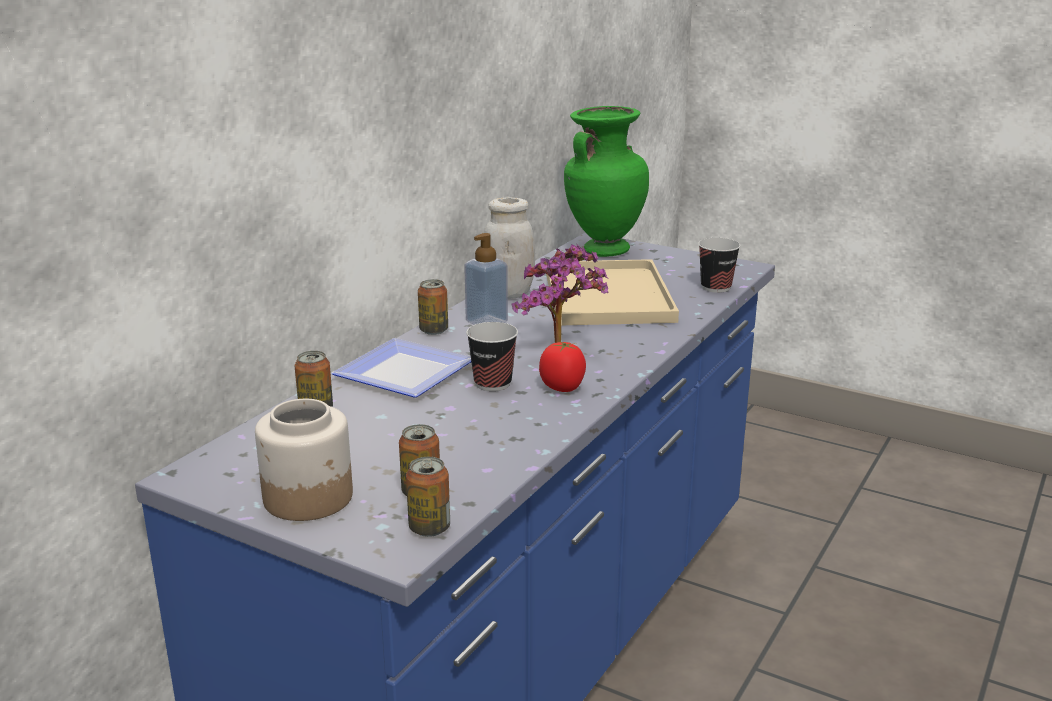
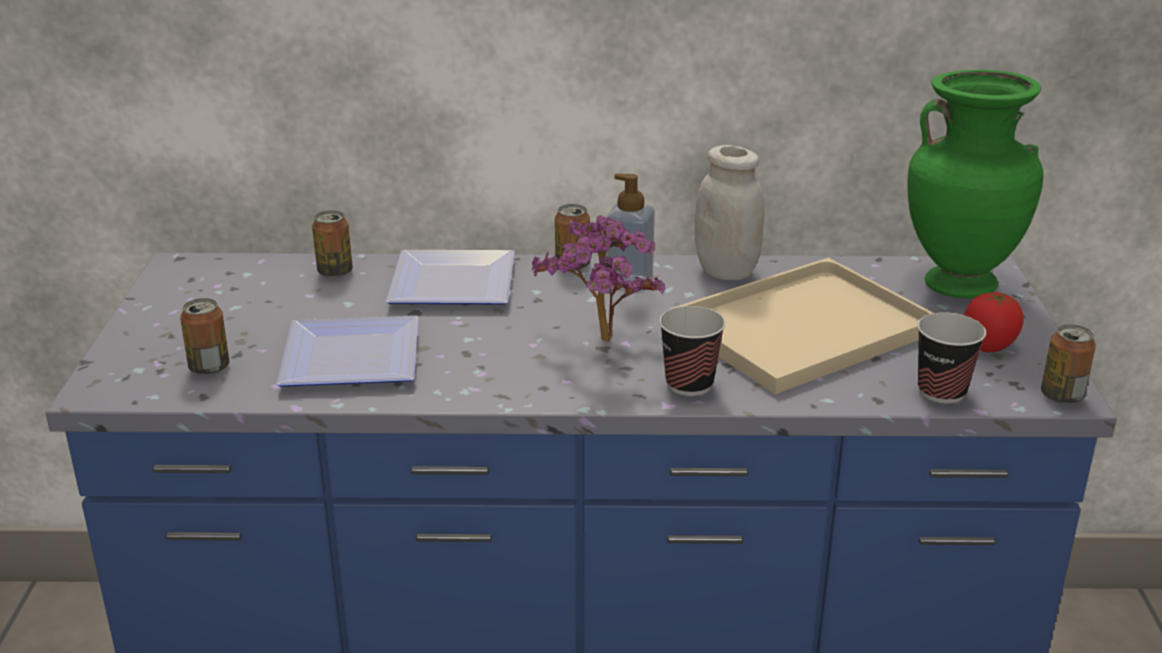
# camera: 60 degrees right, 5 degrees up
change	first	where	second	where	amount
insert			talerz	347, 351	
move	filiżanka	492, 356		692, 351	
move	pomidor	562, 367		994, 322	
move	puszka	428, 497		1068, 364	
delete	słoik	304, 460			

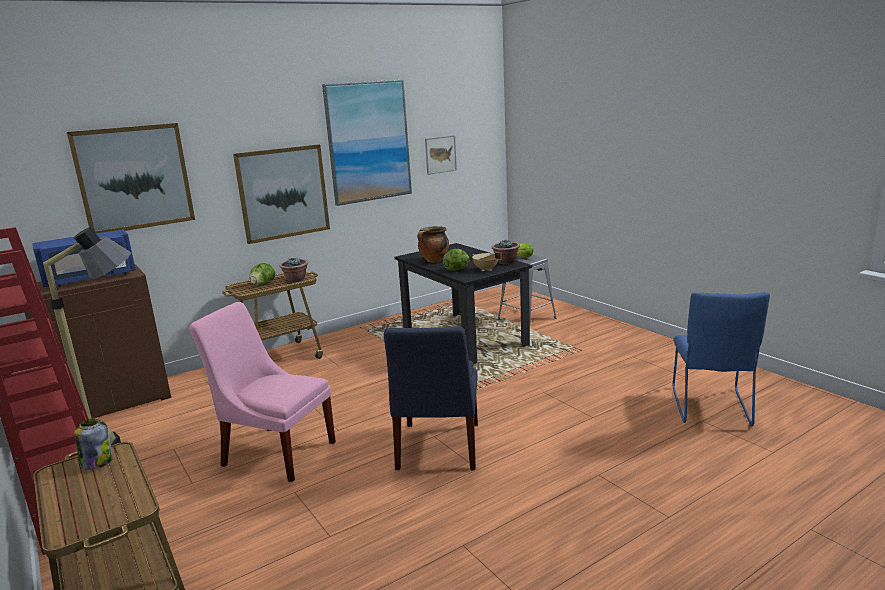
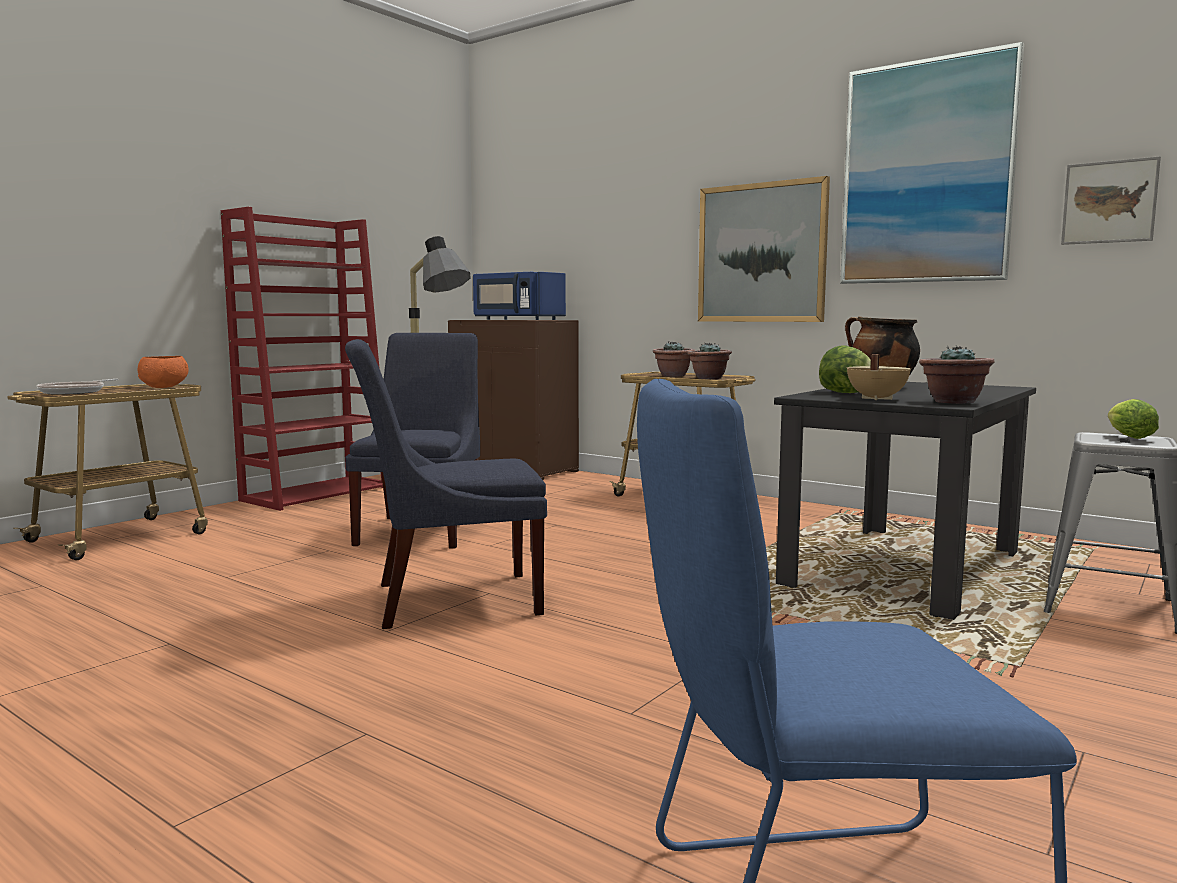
# camera: 70 degrees right, 10 degrees down
change	first	where	second	where	amount
insert			patelnia	78, 387	
replace	słoik	93, 444	miska/pomarańczowy	163, 372	
recolor	krzesło/różowy	262, 392	krzesło/niebieski	412, 441	
replace	sałata	262, 274	roślina doniczkowa	674, 359	
delete	obraz	131, 178			

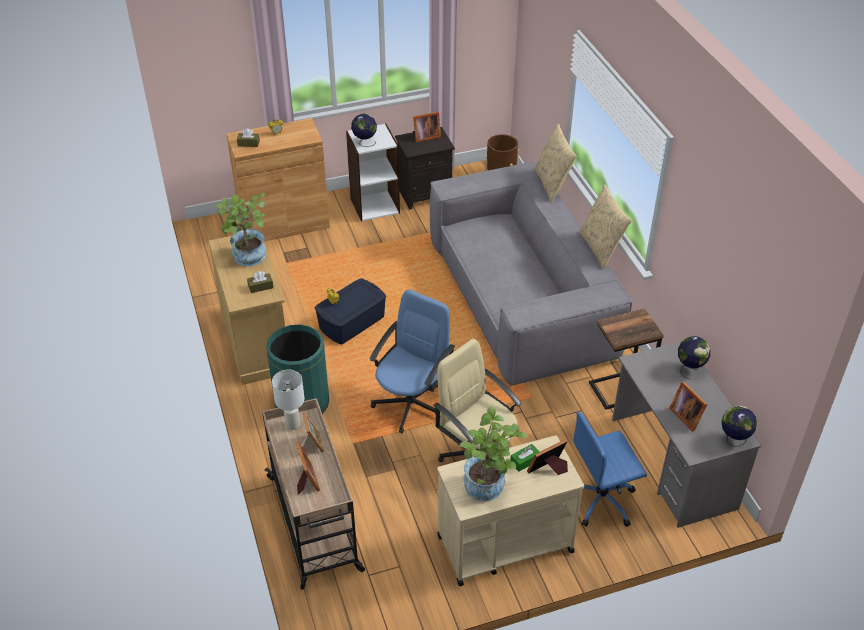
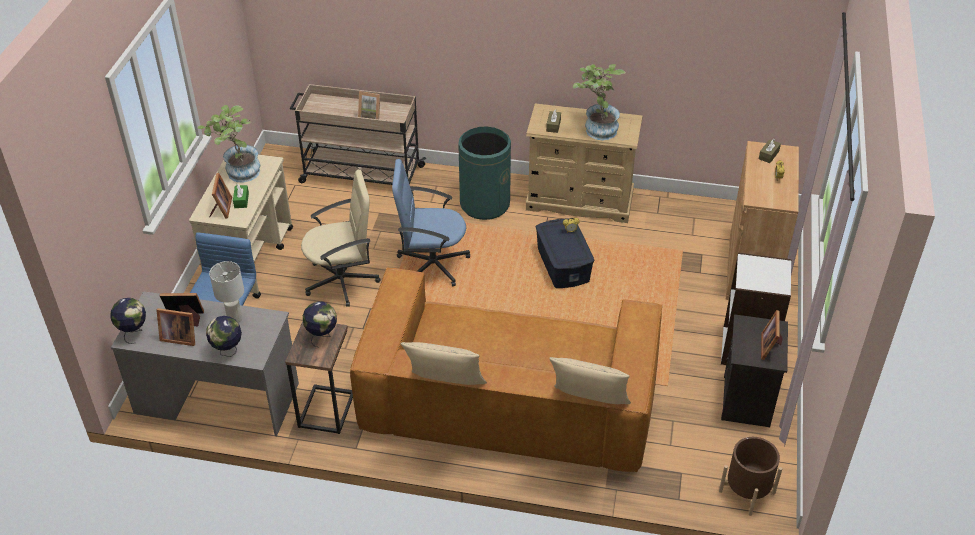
# camera: 120 degrees right, 0 degrees up
change	first	where	second	where	amount
move	ramka na zdjęcie	308, 468		175, 327	
move	lampa stołowa/biały	288, 400		226, 292	
move	globus	364, 130		320, 324	
recolor	kanapa/szary	531, 274	kanapa/brązowy	506, 370	
rotate	krzesło biurowe/niebieski	412, 361		431, 223	120 degrees clockwise

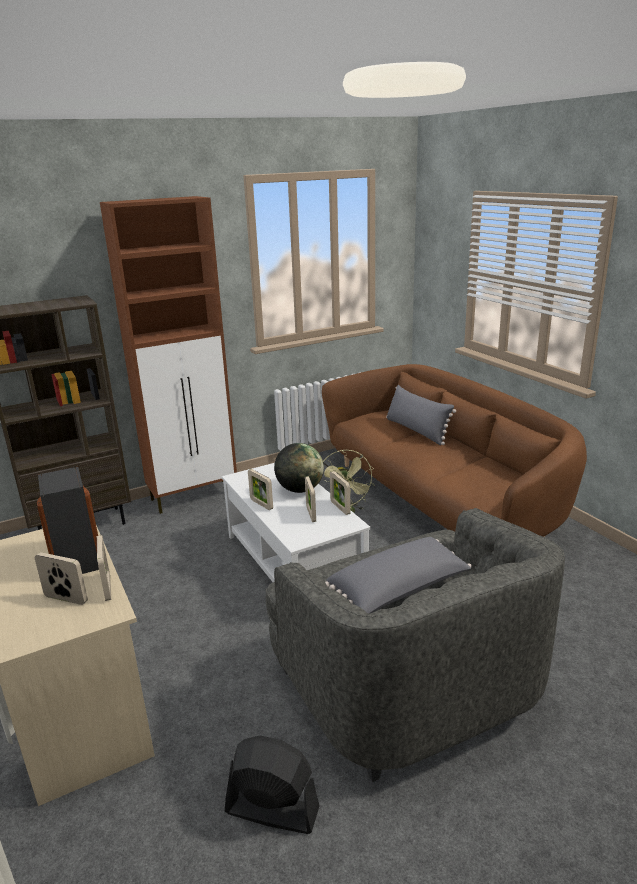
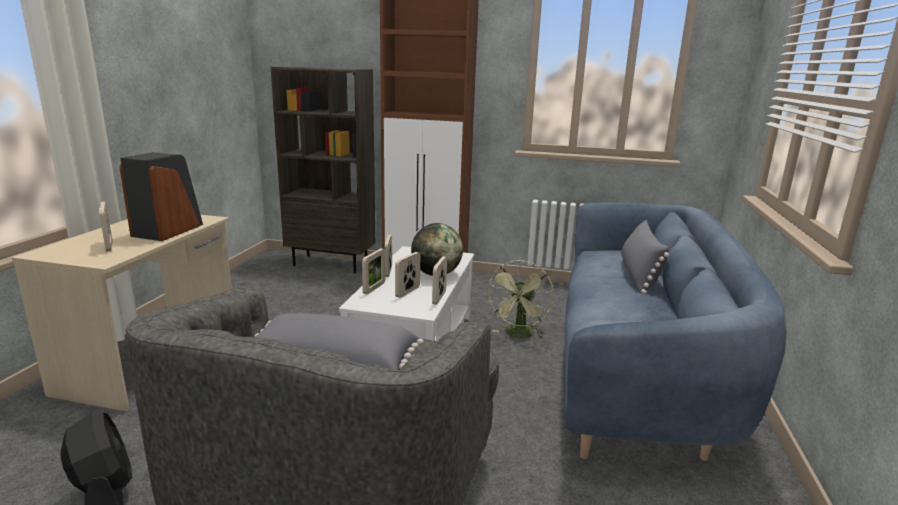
# camera: 40 degrees right, 5 degrees down
change	first	where	second	where	amount
move	ramka na zdjęcie	104, 568		373, 271	
recolor	kanapa/brązowy	454, 450	kanapa/niebieski	675, 331	

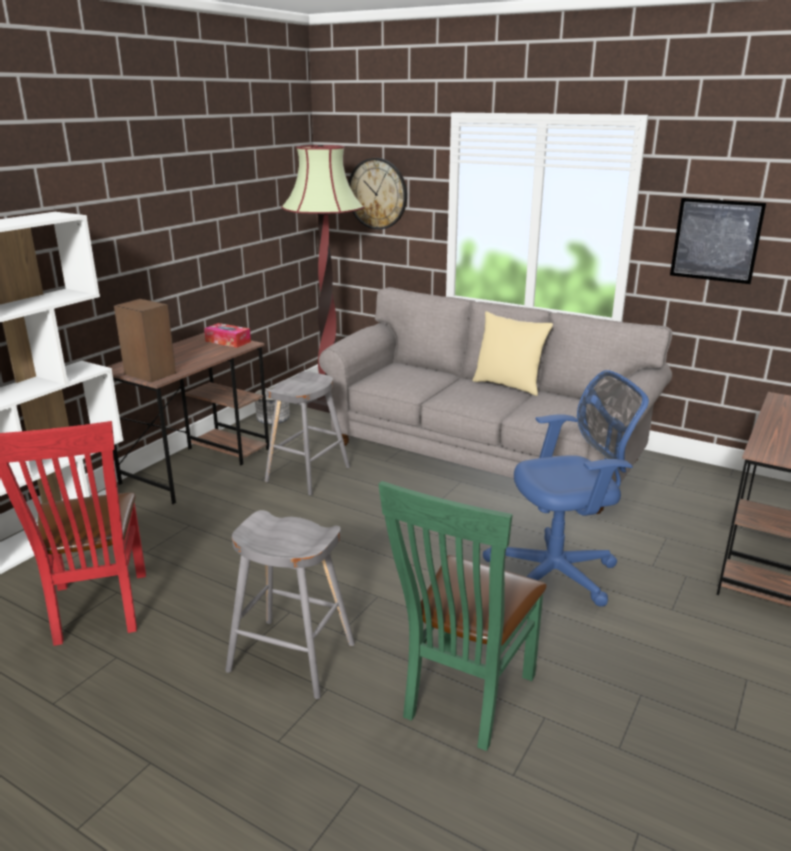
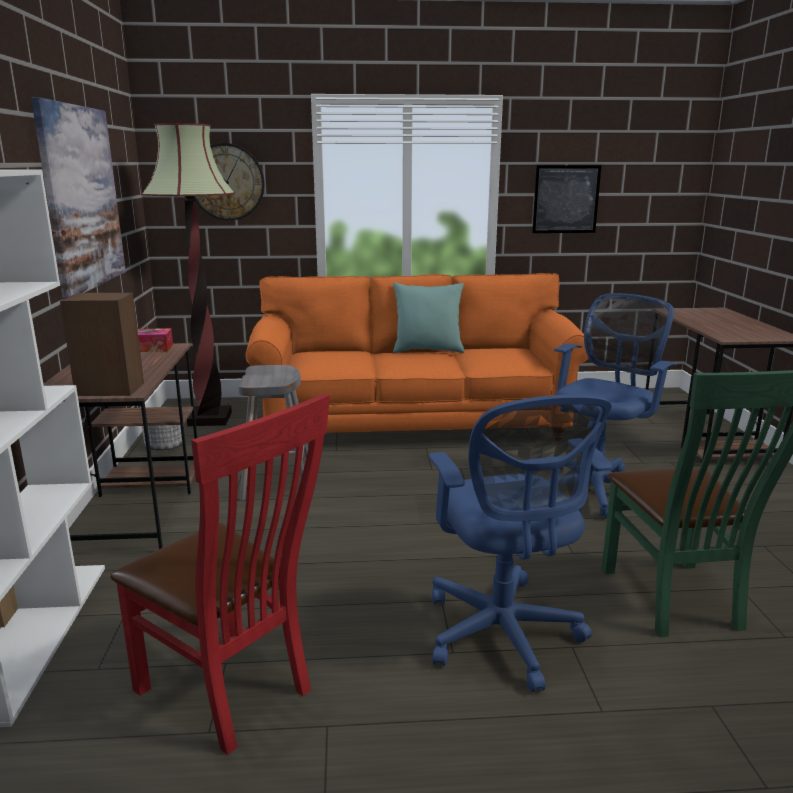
# camera: 35 degrees left, 5 degrees down
change	first	where	second	where	amount
insert			obraz	78, 198	
recolor	kanapa/szary	495, 400	kanapa/pomarańczowy	417, 353	
recolor	poduszka/beżowy	512, 353	poduszka/turkusowy	428, 318	
replace	stołek/szary	290, 604	krzesło biurowe/niebieski	520, 543	

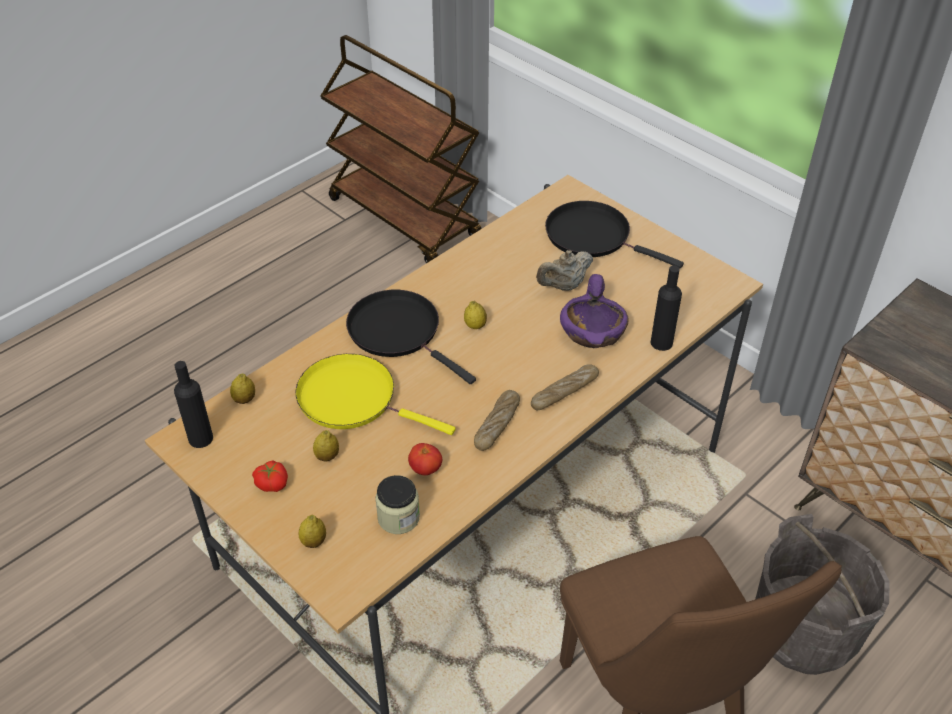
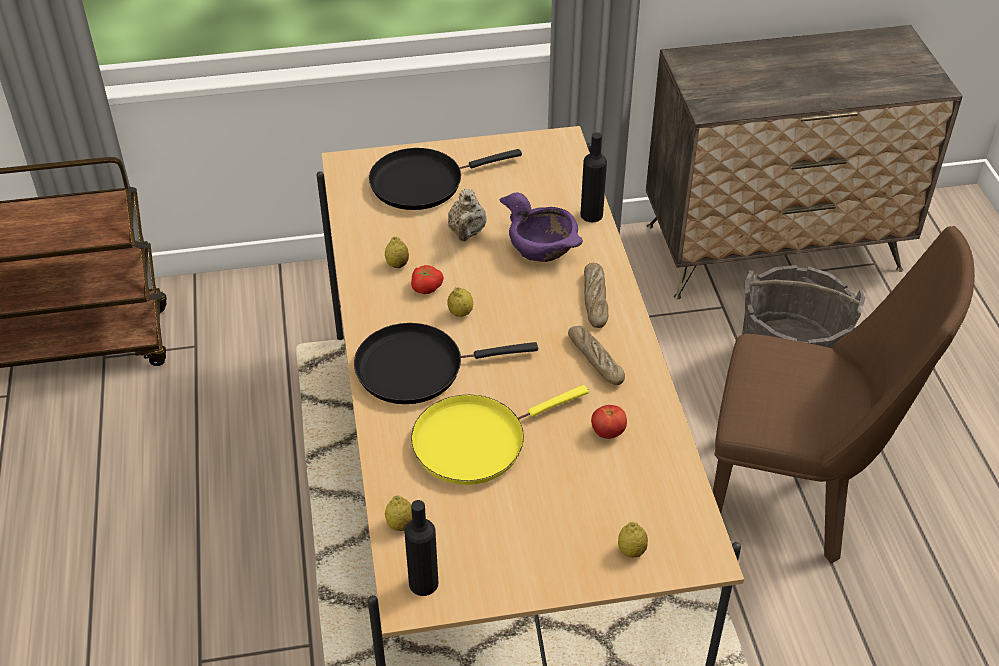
# camera: 55 degrees left, 0 degrees up
change	first	where	second	where	amount
move	cytryna	326, 446		397, 252	
move	pomidor	270, 476		427, 279	
delete	słoik	397, 504			

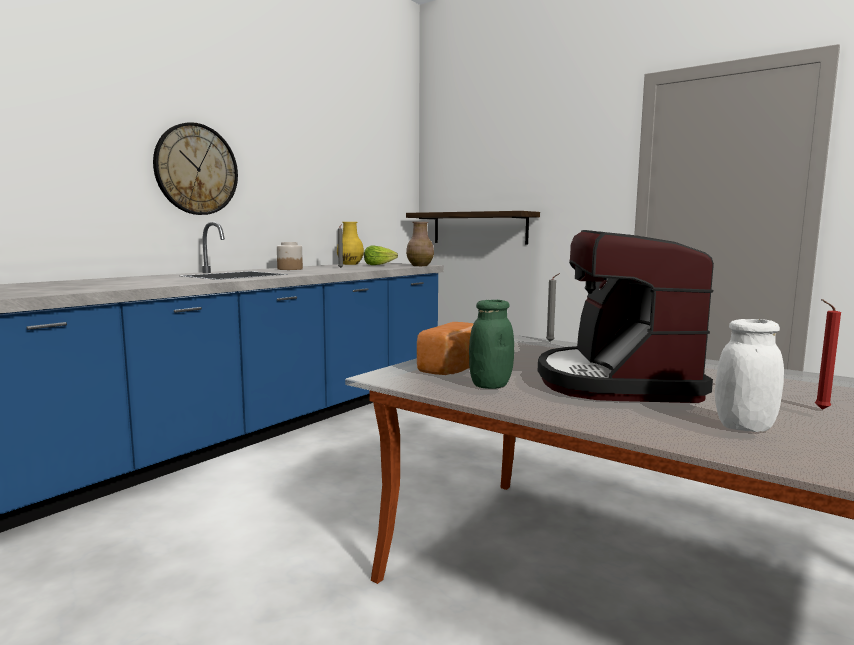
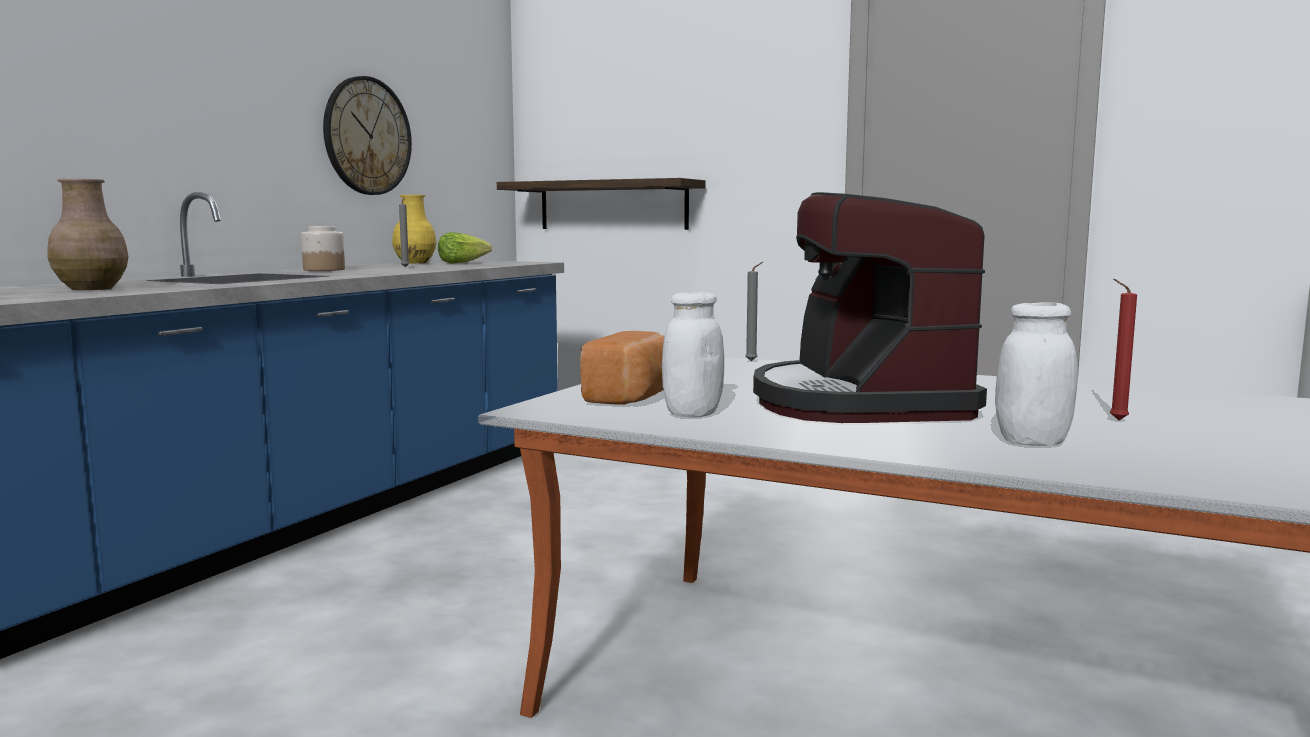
# camera: 10 degrees left, 0 degrees up
change	first	where	second	where	amount
move	wazon/brązowy	420, 244		87, 234	
move	zegar ścienny	195, 168		367, 135	
recolor	słoik/zielony	491, 344	słoik/biały	693, 354	

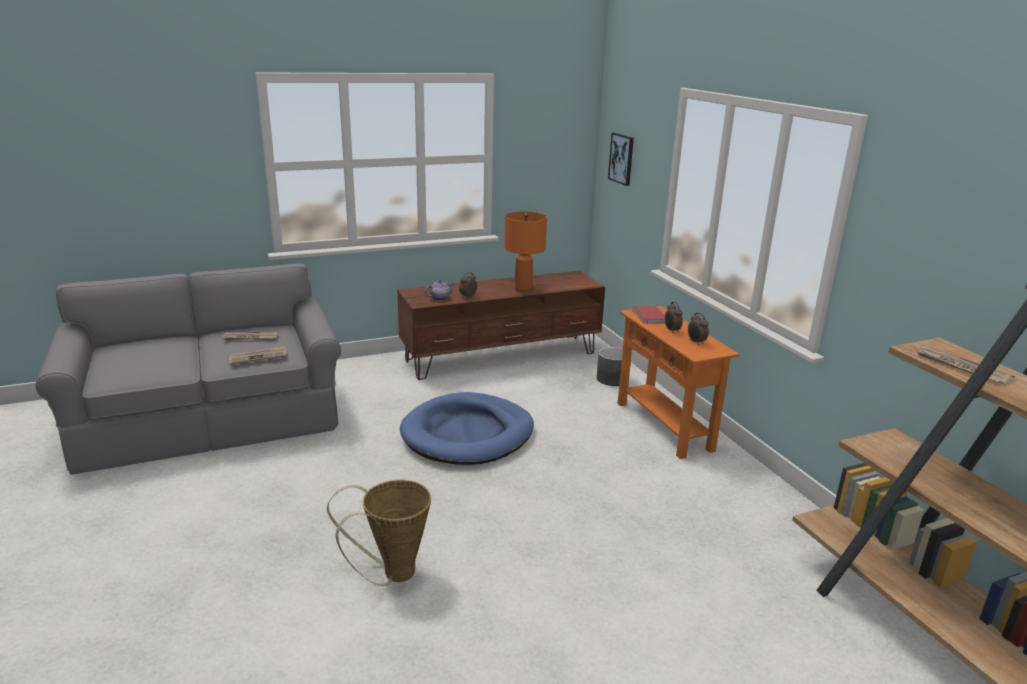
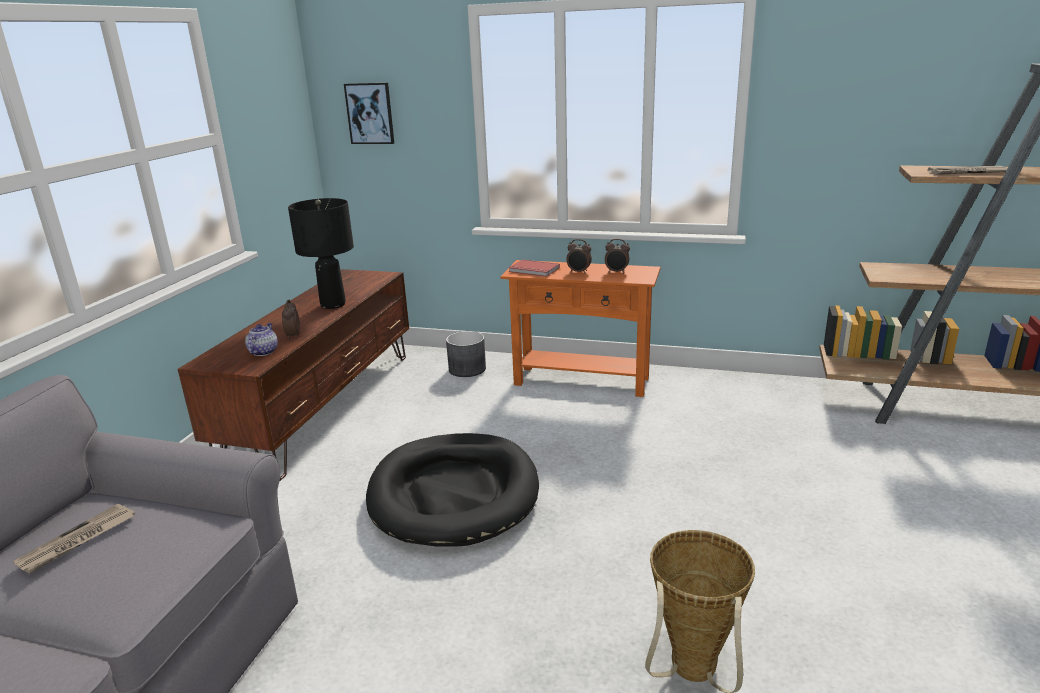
# camera: 50 degrees left, 0 degrees up
change	first	where	second	where	amount
recolor	lampa stołowa/pomarańczowy	525, 251	lampa stołowa/czarny	321, 253	
recolor	legowisko/niebieski	467, 428	legowisko/czarny	452, 490	
delete	gazeta	257, 354			

